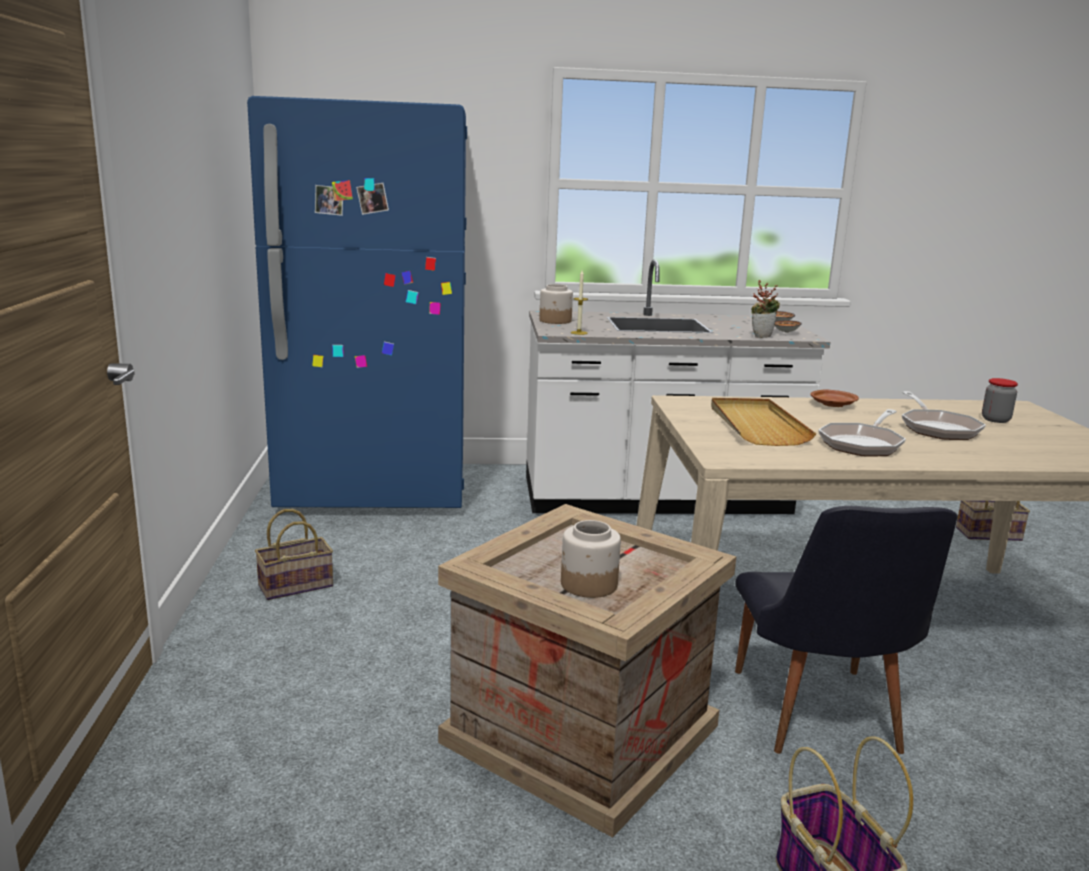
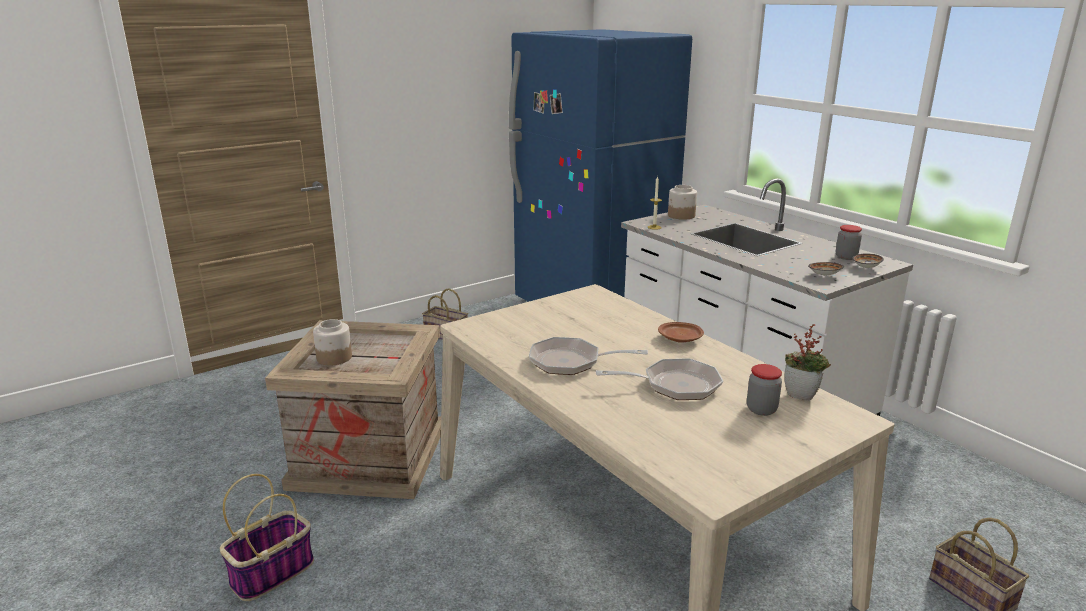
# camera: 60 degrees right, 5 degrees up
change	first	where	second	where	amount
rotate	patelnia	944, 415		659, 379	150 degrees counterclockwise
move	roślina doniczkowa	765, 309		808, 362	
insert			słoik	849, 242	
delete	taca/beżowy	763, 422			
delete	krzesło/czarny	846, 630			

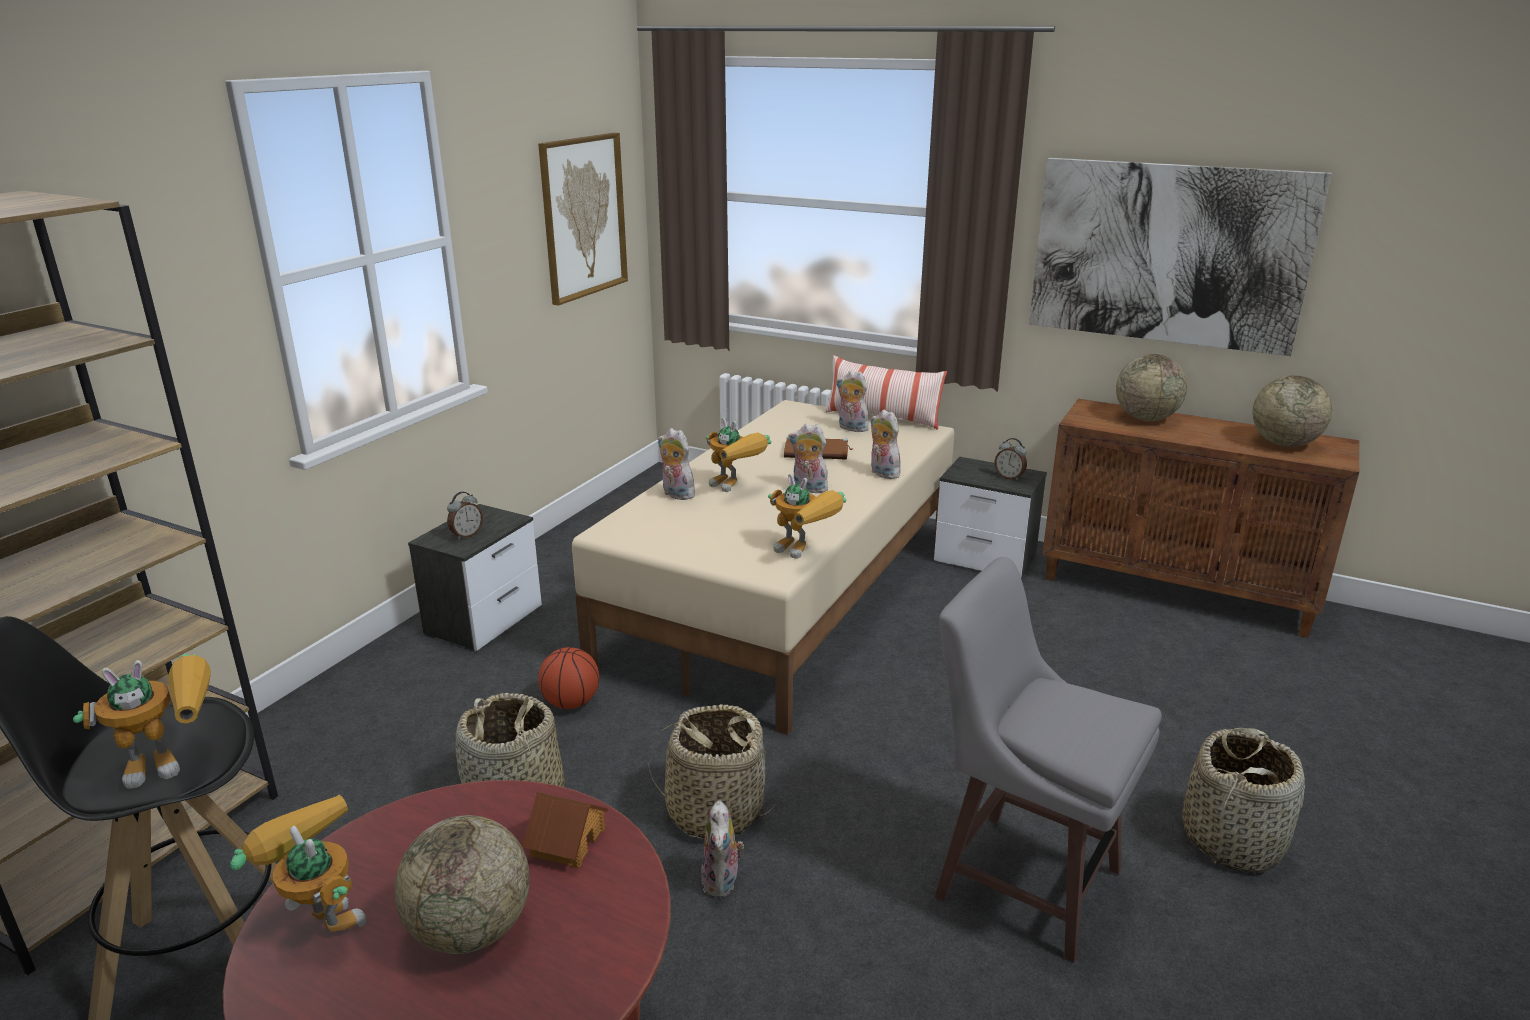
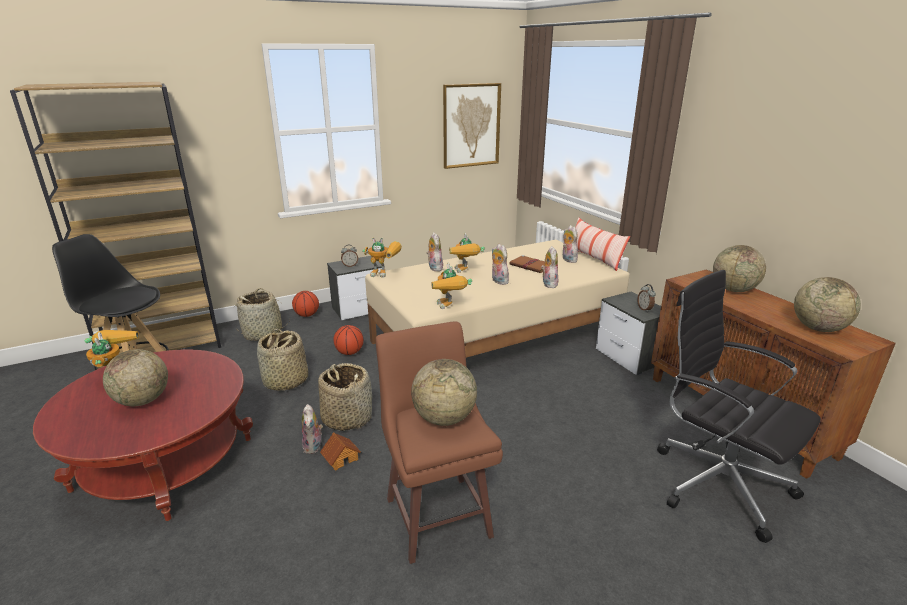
# camera: 35 degrees right, 0 degrees up
change	first	where	second	where	amount
move	koszyk	1243, 800		262, 314	
insert			piłka do koszykówki	305, 304	
rotate	pluszak	722, 849		312, 429	45 degrees counterclockwise
move	domek	565, 830		340, 451	
move	robot zabawkowy	142, 721		382, 257	
recolor	stołek/szary	1048, 760	stołek/brązowy	439, 443	
insert			globus	444, 392	
insert			krzesło biurowe/czarny	739, 406	
delete	obraz	1180, 257			

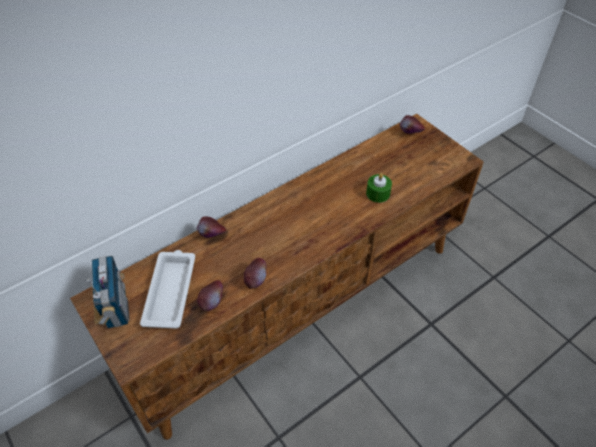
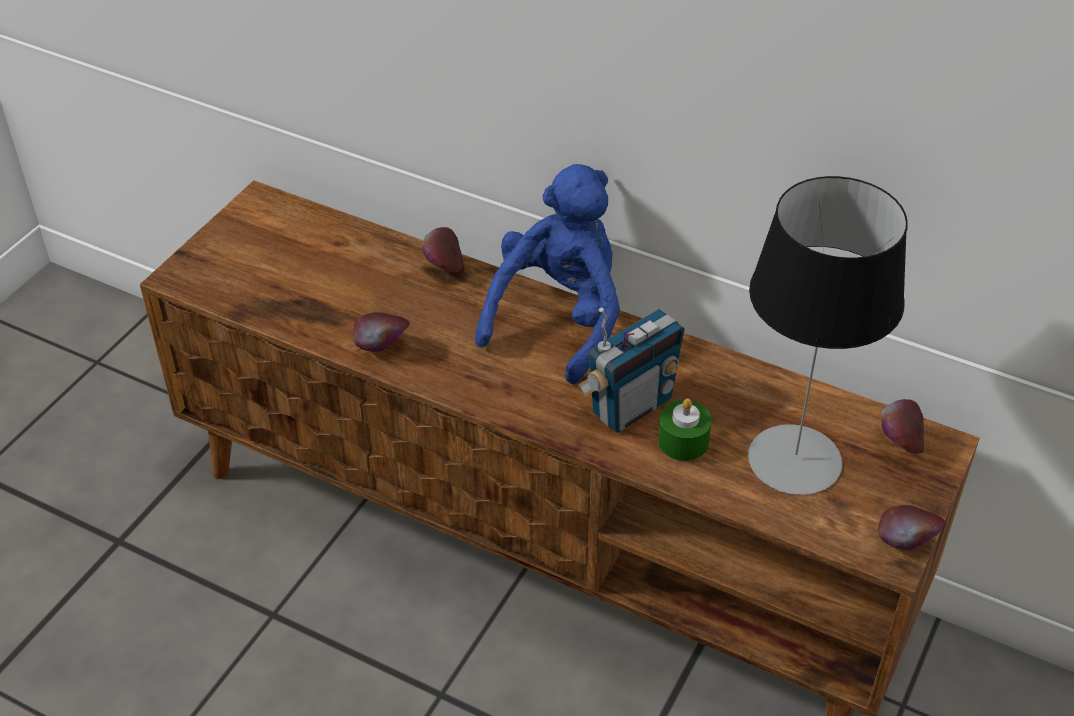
# camera: 65 degrees right, 5 degrees down
change	first	where	second	where	amount
insert			pluszak/niebieski	547, 274	
move	radio	108, 292		631, 370	
insert			lampa stołowa	828, 335	
move	jabłko	210, 295		912, 527	
delete	taca/biały	167, 289			

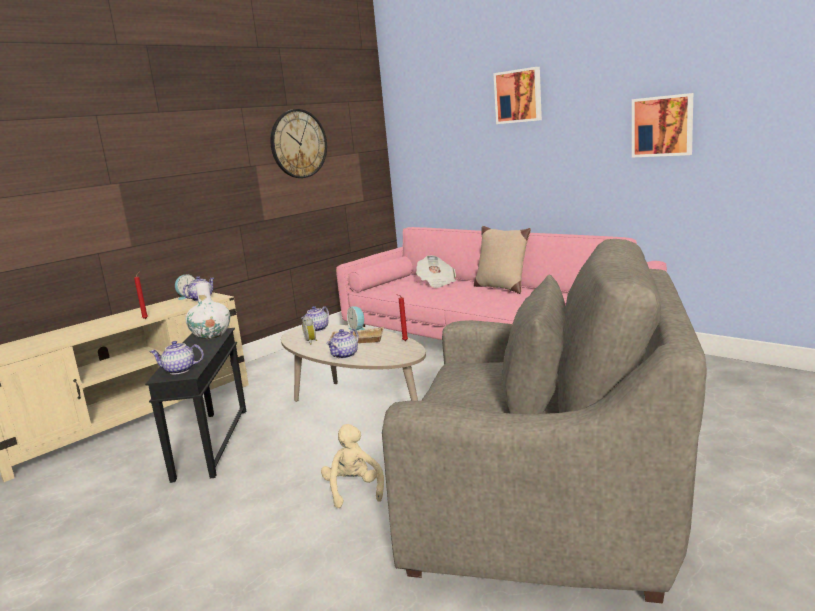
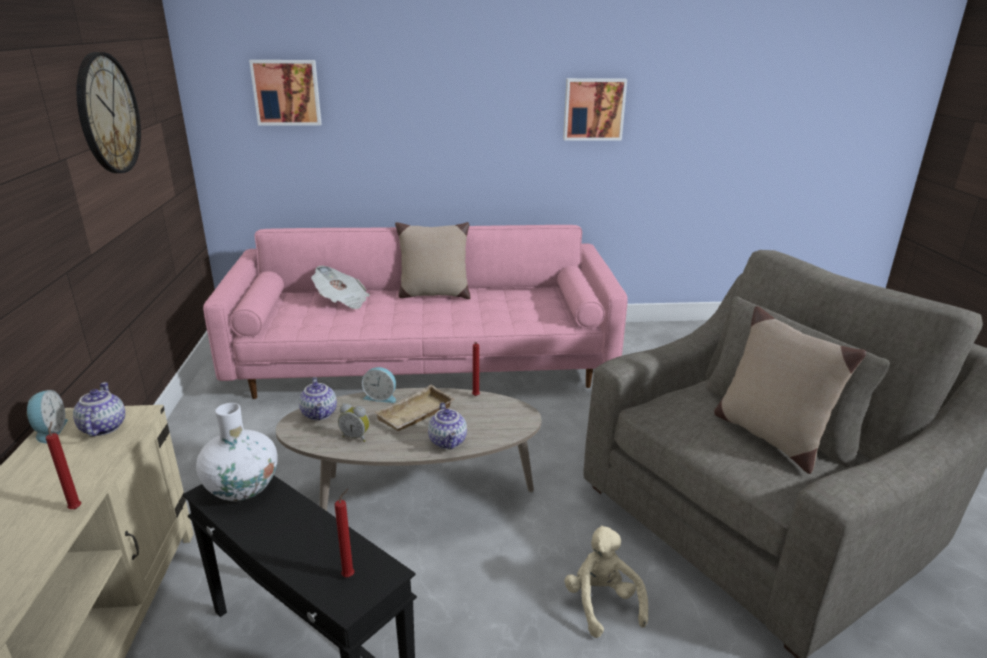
# camera: 50 degrees left, 10 degrees up
change	first	where	second	where	amount
move	obraz	517, 95		285, 92	
replace	imbryk	177, 357	świeca/czerwony	344, 533	
rotate	pluszak/beżowy	352, 466		606, 581	45 degrees clockwise
insert			poduszka/beżowy	790, 390	

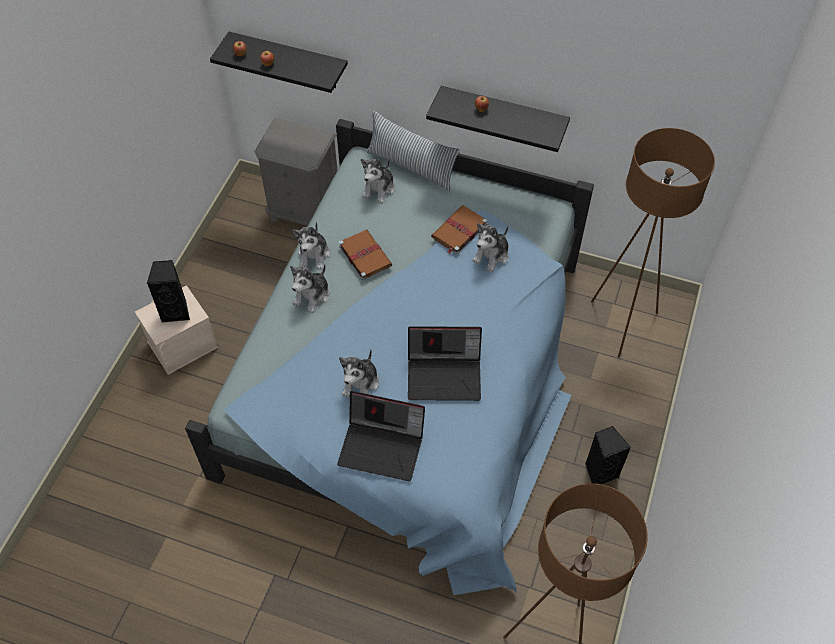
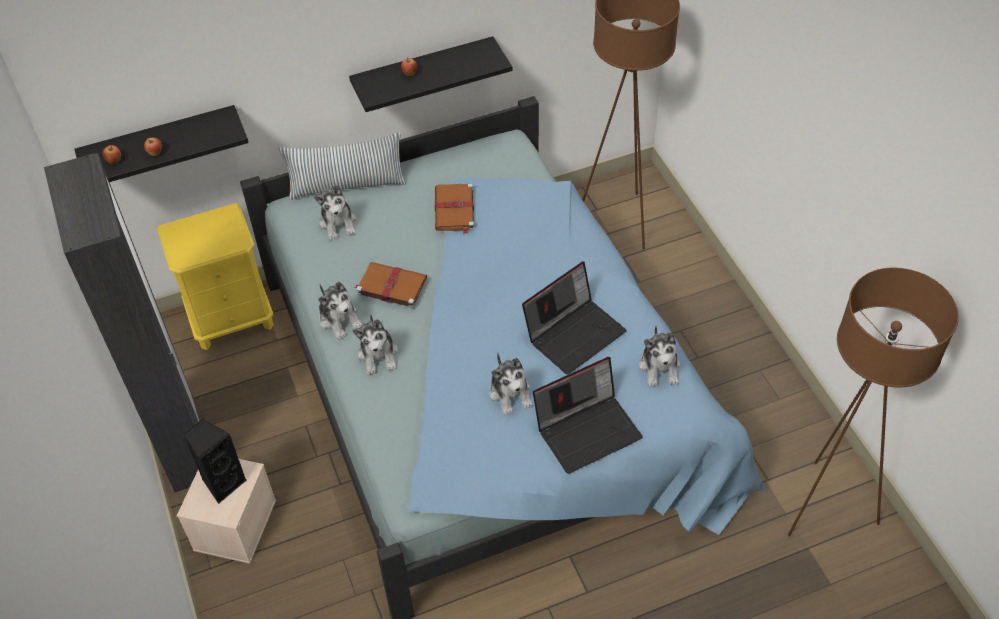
# camera: 40 degrees left, 5 degrees down
change	first	where	second	where	amount
insert			szafa/czarny	122, 322	
recolor	szafka nocna/szary	295, 171	szafka nocna/żółty	215, 276	
move	pluszak	490, 247		659, 356	
delete	głośnik/czarny	608, 455			

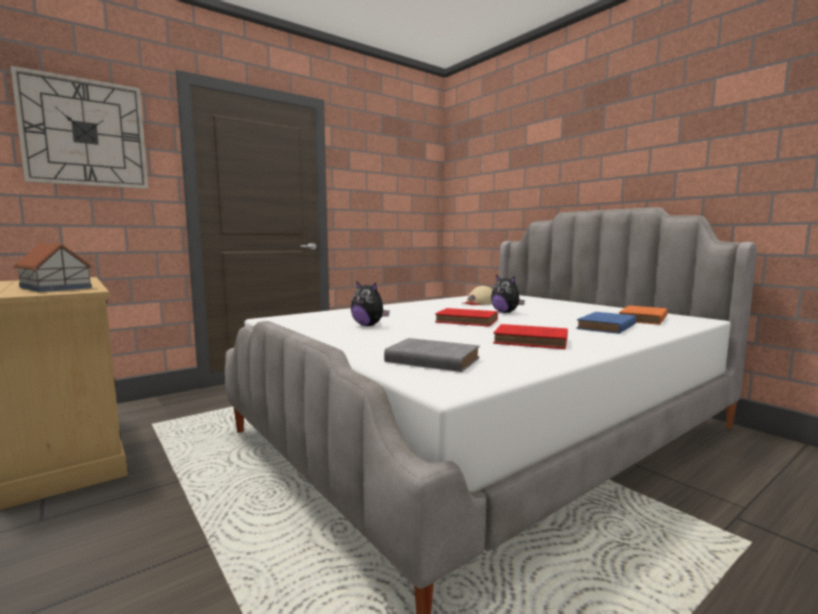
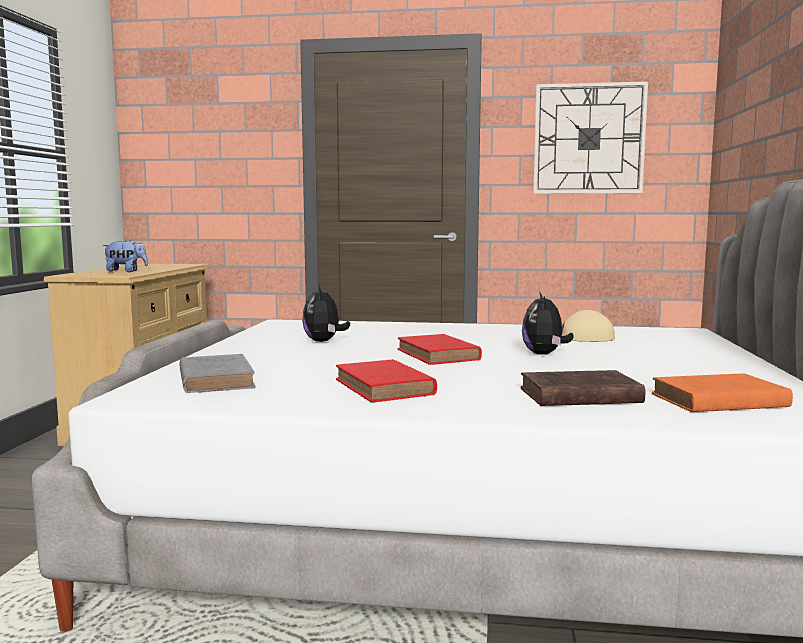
# camera: 45 degrees right, 0 degrees up
change	first	where	second	where	amount
replace	domek	53, 267	pluszak	125, 256	
recolor	książka/niebieski	606, 323	książka/brązowy	583, 388	
move	zegar ścienny	79, 127		590, 137	

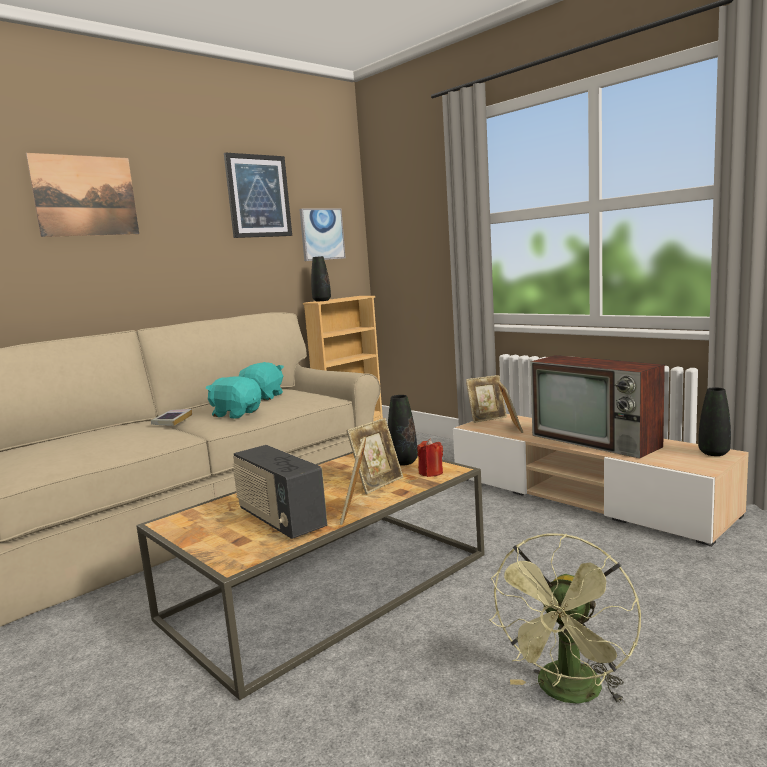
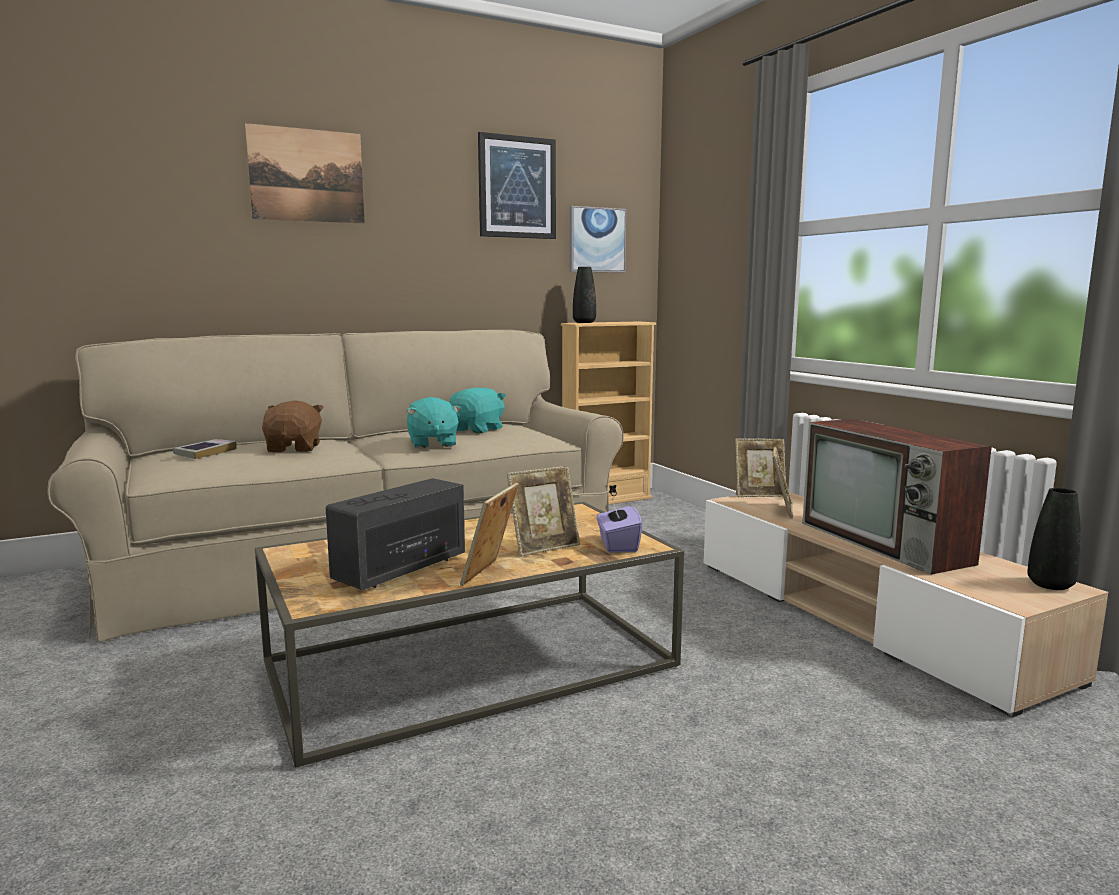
# camera: 15 degrees right, 0 degrees up
change	first	where	second	where	amount
move	książka	171, 417		205, 449	
insert			pluszak/brązowy	293, 426	
rotate	radio	279, 492		395, 534	60 degrees clockwise
rotate	pluszak/turkusowy	233, 397		434, 422	150 degrees counterclockwise
replace	świeca/czerwony	430, 457	pudełko chusteczek/fioletowy	619, 525	
delete	wazon/czarny	403, 430			
delete	wentylator/zielony	565, 618			

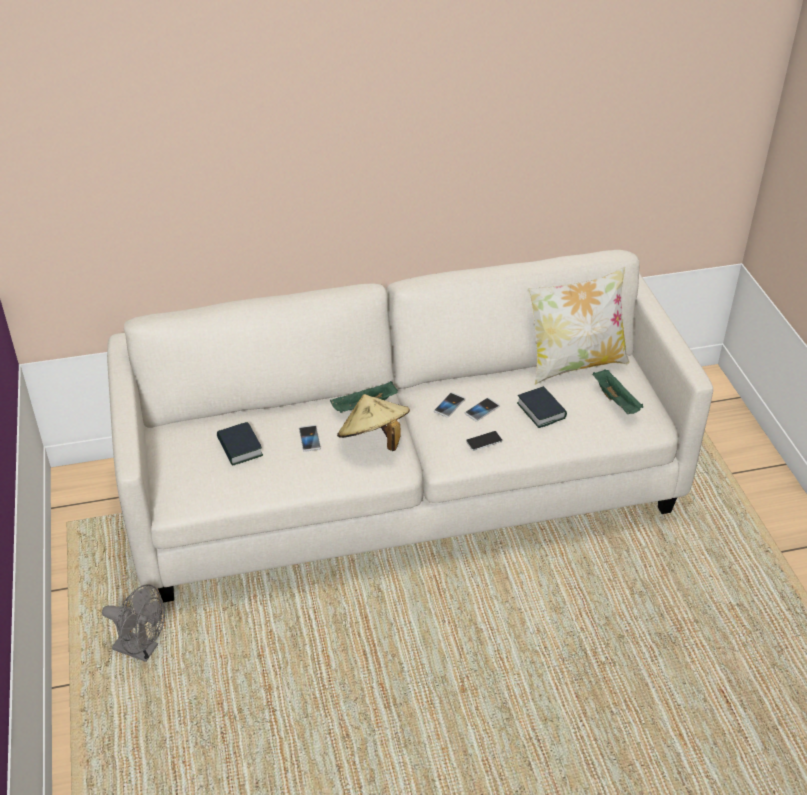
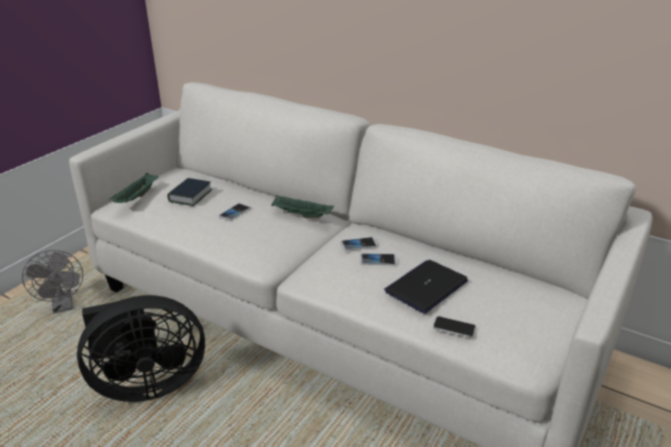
# camera: 45 degrees right, 10 degrees down
change	first	where	second	where	amount
insert			wentylator/czarny	141, 348	
move	taca/zielony	617, 392		133, 188	
replace	książka	542, 407	laptop	426, 287	
move	telefon	484, 441		454, 327	
delete	kapelusz/beżowy	373, 422			
delete	poduszka	579, 326			

